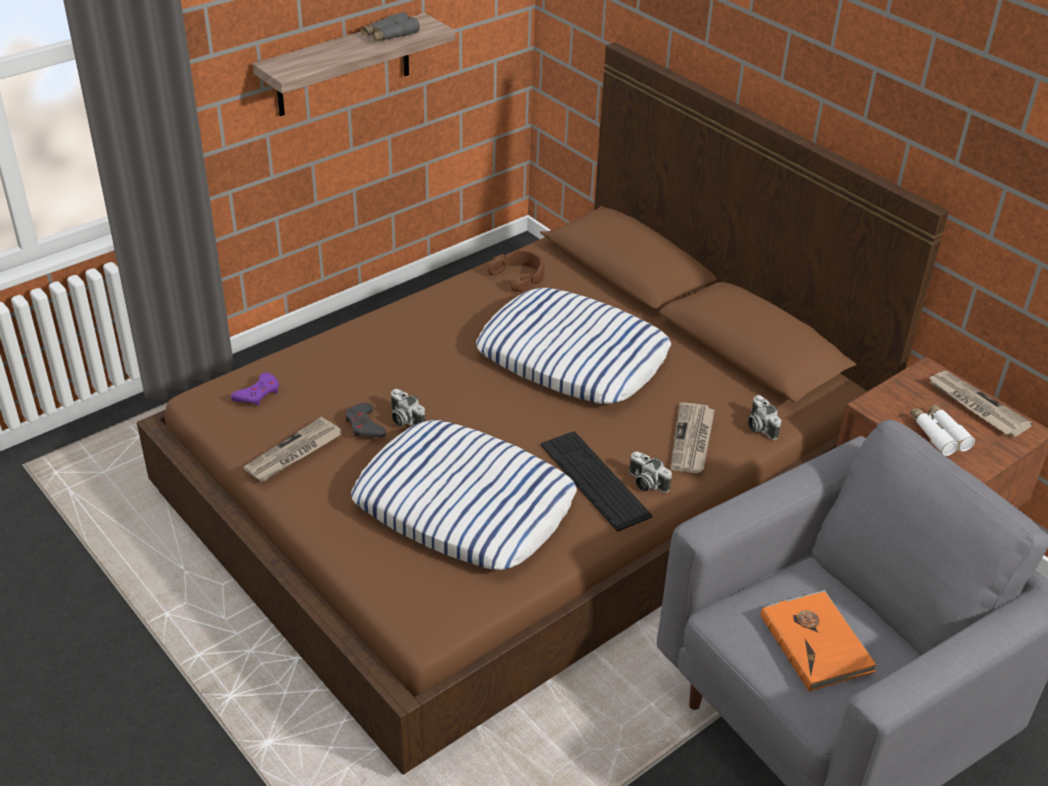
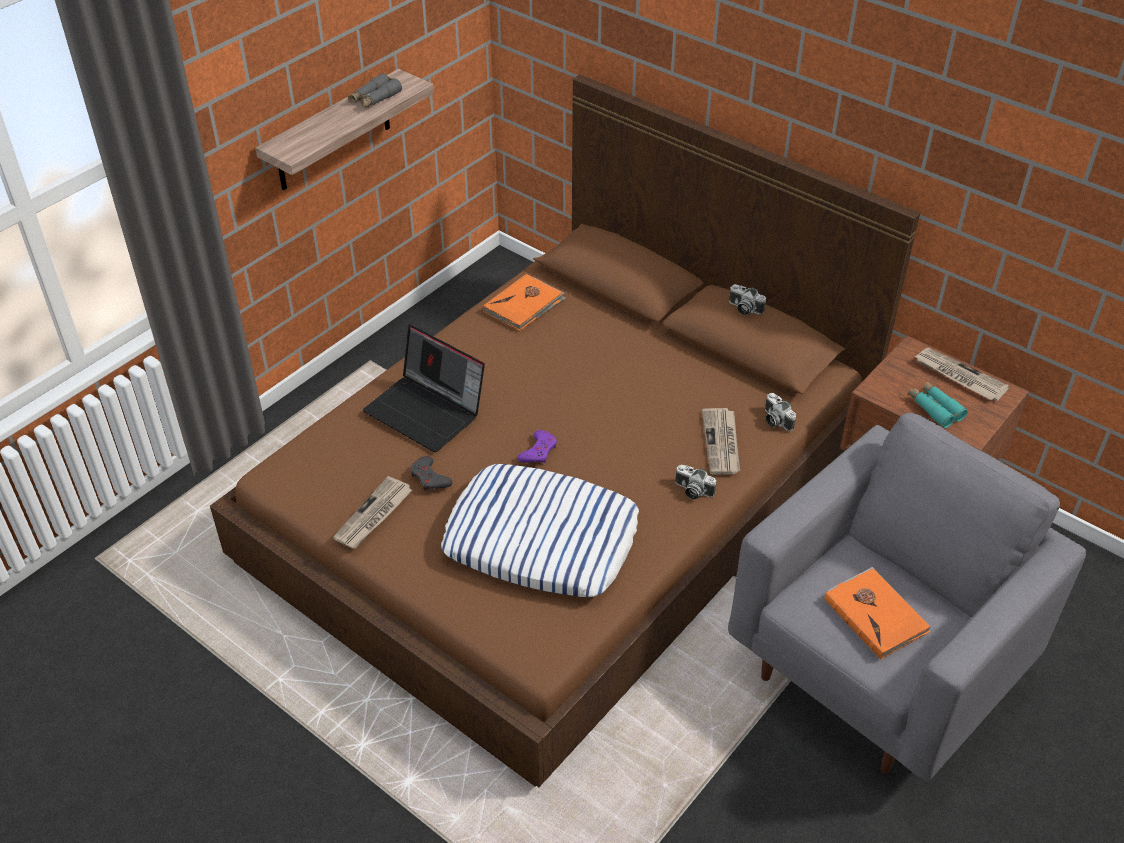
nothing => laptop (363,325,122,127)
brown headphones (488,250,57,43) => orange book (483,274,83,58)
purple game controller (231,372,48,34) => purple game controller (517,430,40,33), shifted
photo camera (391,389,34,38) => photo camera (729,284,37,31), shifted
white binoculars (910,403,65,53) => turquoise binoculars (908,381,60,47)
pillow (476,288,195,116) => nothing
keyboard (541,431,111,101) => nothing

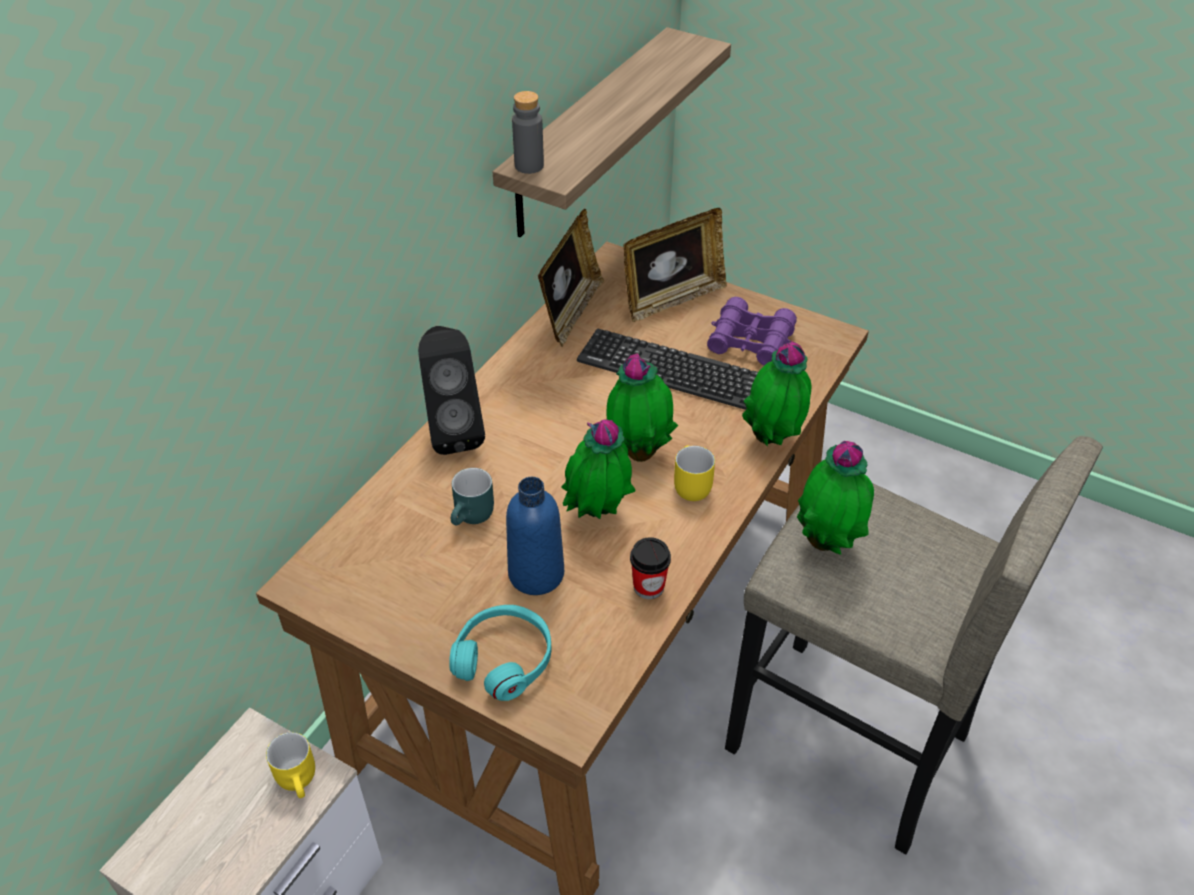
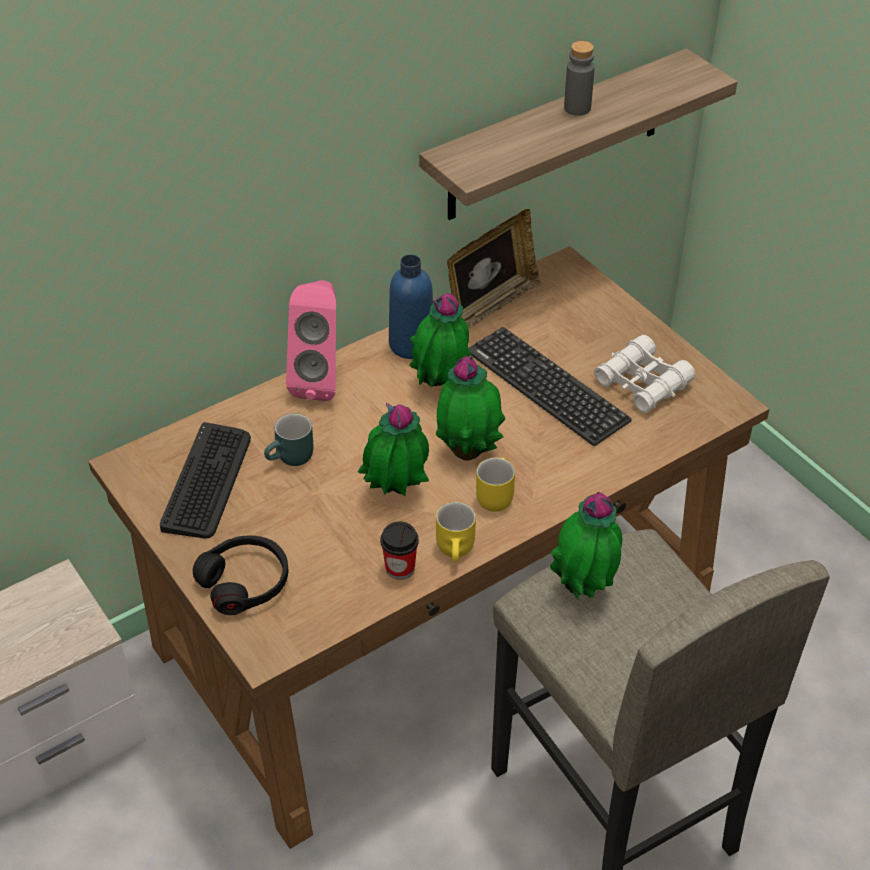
nothing => keyboard (160,422,91,117)
turquoise headphones (449,605,102,96) => black headphones (193,536,95,79)
black speaker (418,326,67,129) => pink speaker (286,280,50,121)
blue bottle (506,477,58,118) => blue bottle (389,255,44,104), shifted
potted plant (742,341,69,105) => potted plant (409,293,62,95), shifted
yellow mug (266,732,49,66) => yellow mug (436,502,40,60), shifted
grey bottle (512,91,32,83) => grey bottle (564,41,31,75), shifted
purple binoculars (707,297,90,69) => white binoculars (594,335,101,78)
picture frame (623,208,104,114) => nothing

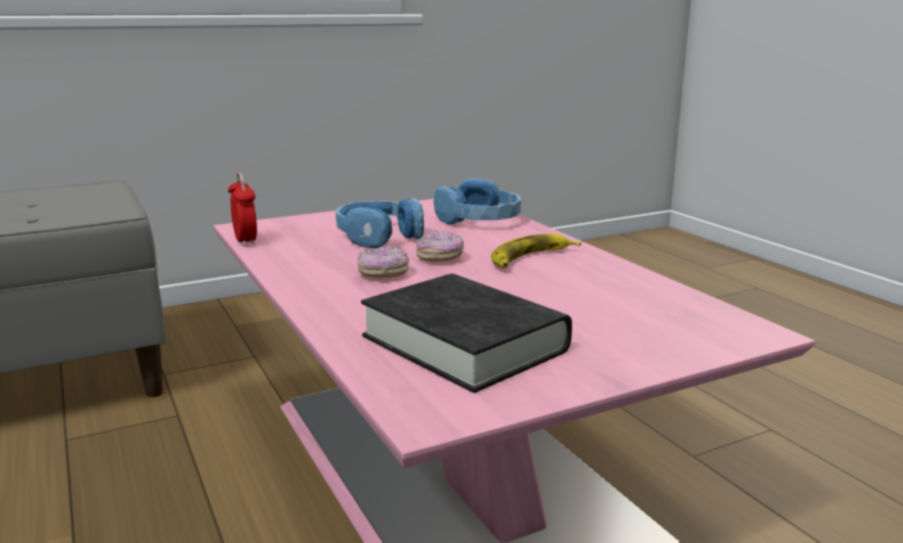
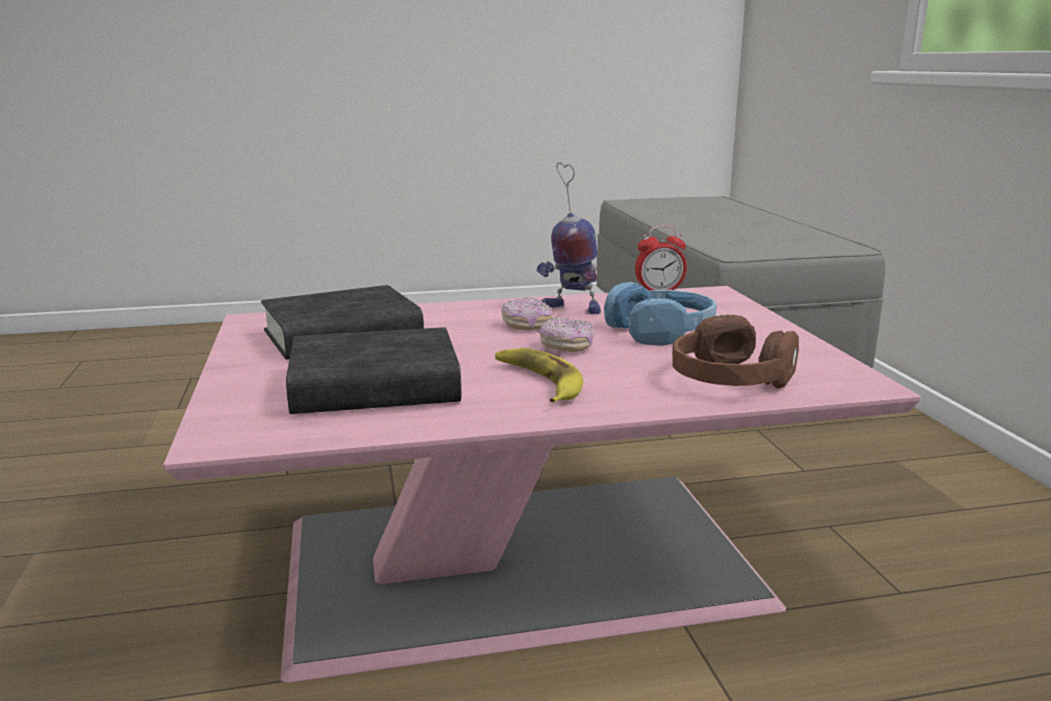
nothing => black book (286,327,175,87)
nothing => toy robot (536,162,65,152)
blue headphones (434,178,87,47) => brown headphones (672,314,127,75)

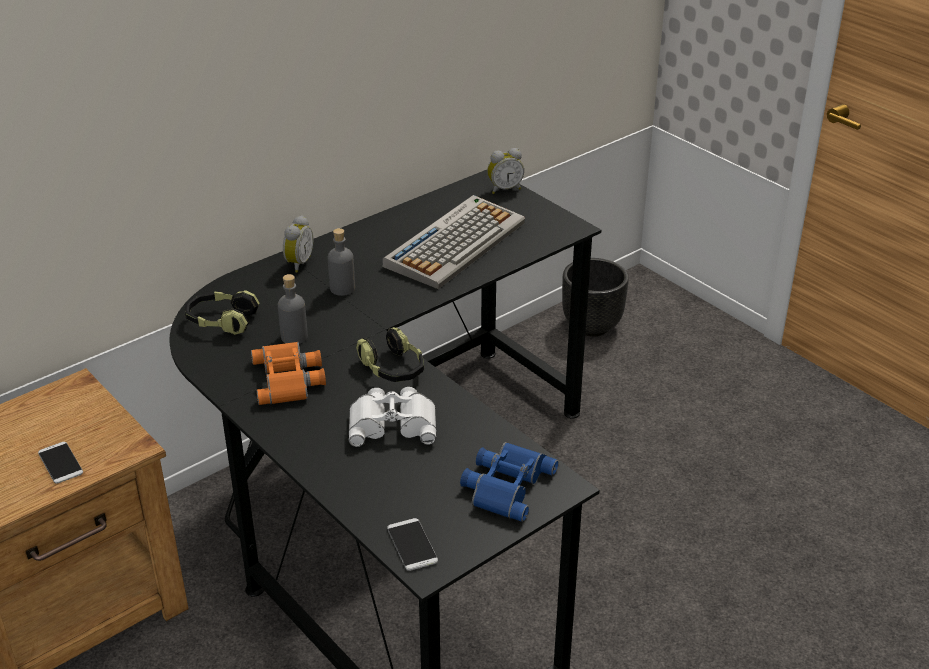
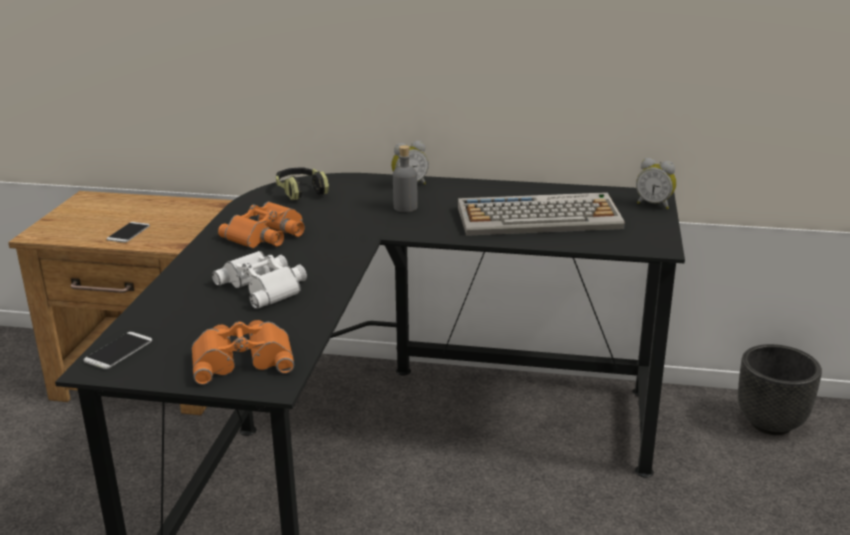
blue binoculars (460,442,98,80) => orange binoculars (192,320,102,65)
grey bottle (278,274,30,70) => nothing
headphones (356,327,68,55) => nothing

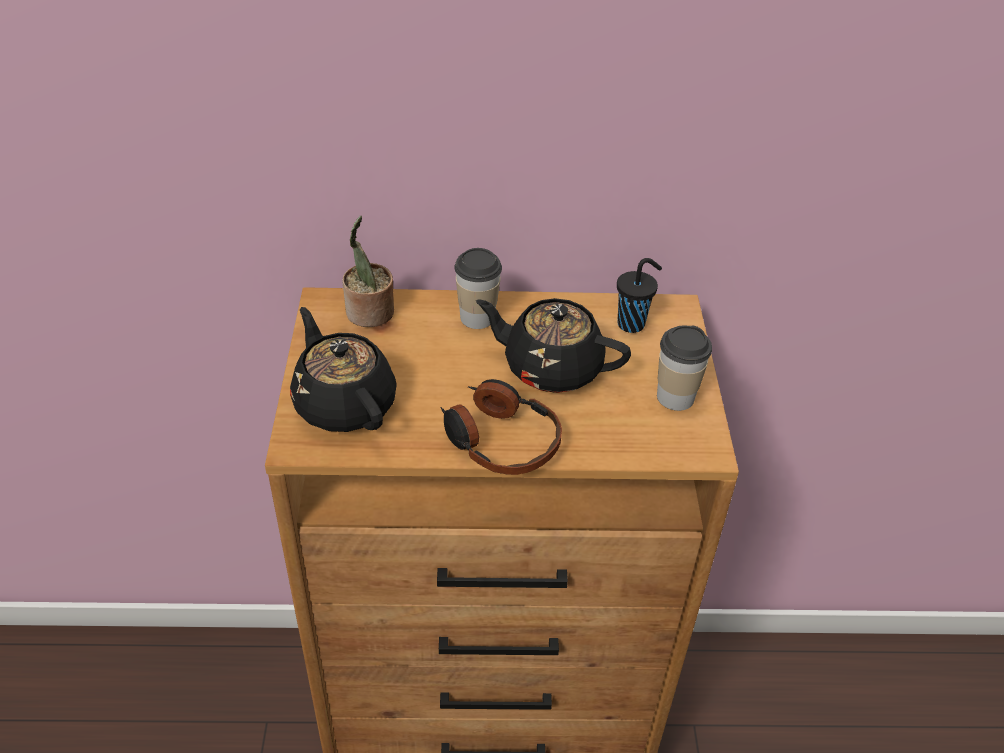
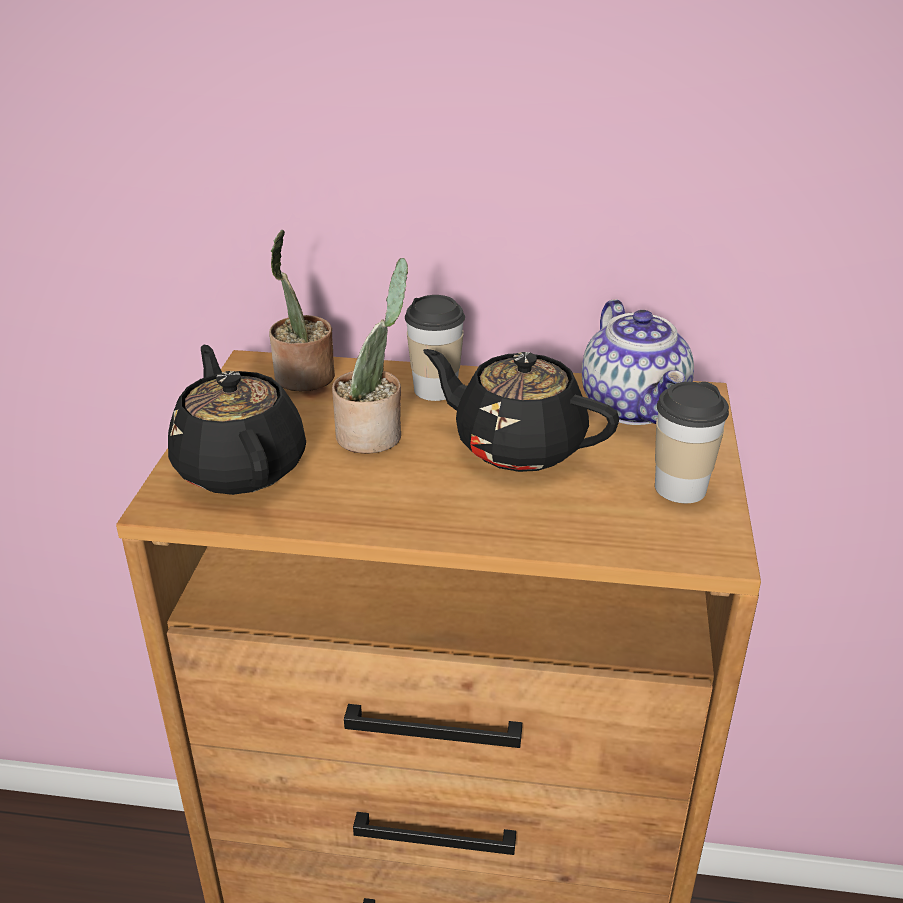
nothing => potted plant (332,258,76,196)
black cup (617,258,45,75) => teapot (582,299,112,126)
headphones (441,379,121,96) => nothing

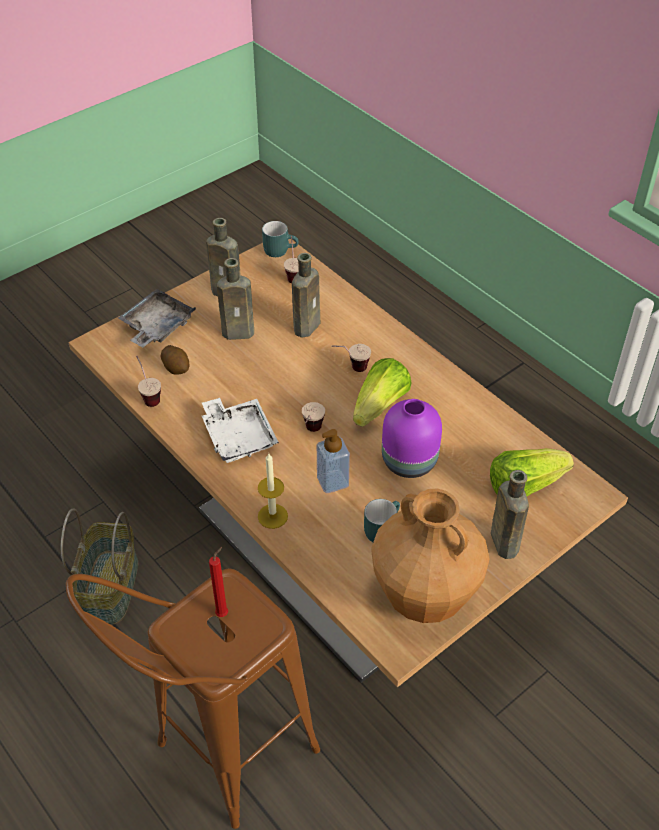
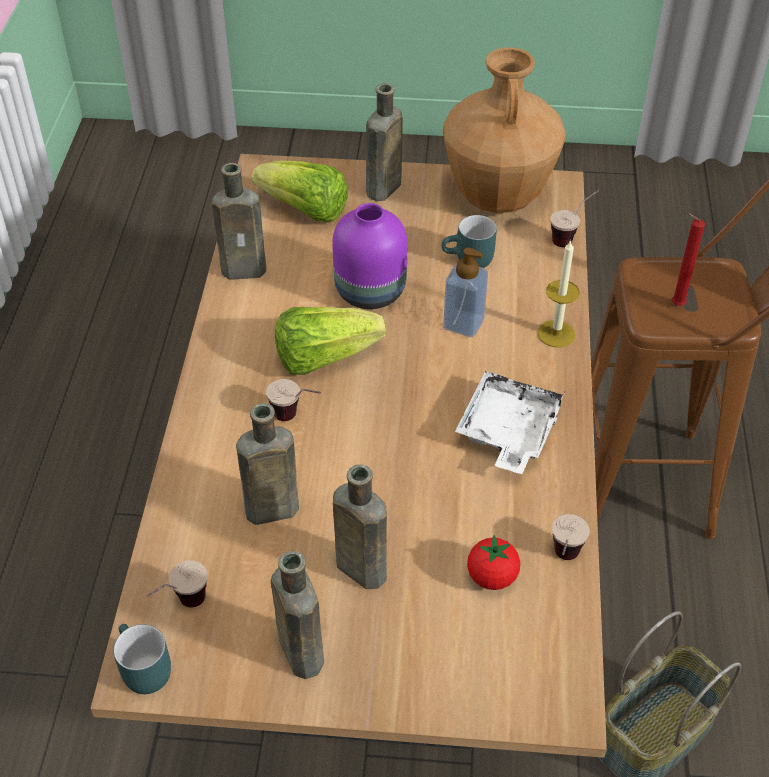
nothing => brown bottle (212,163,54,117)
potato (161,345,28,30) => tomato (467,535,53,55)
cup (302,402,23,30) => cup (550,190,49,57), shifted
grey tray (118,289,78,58) => nothing

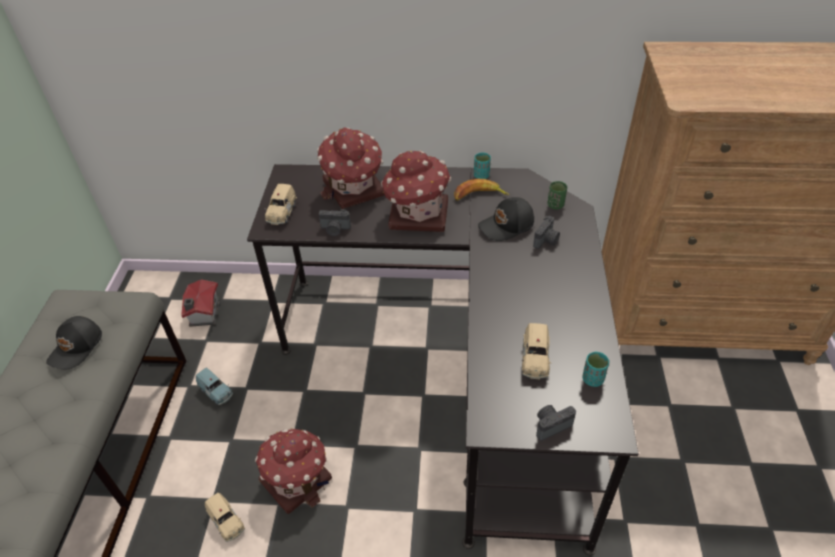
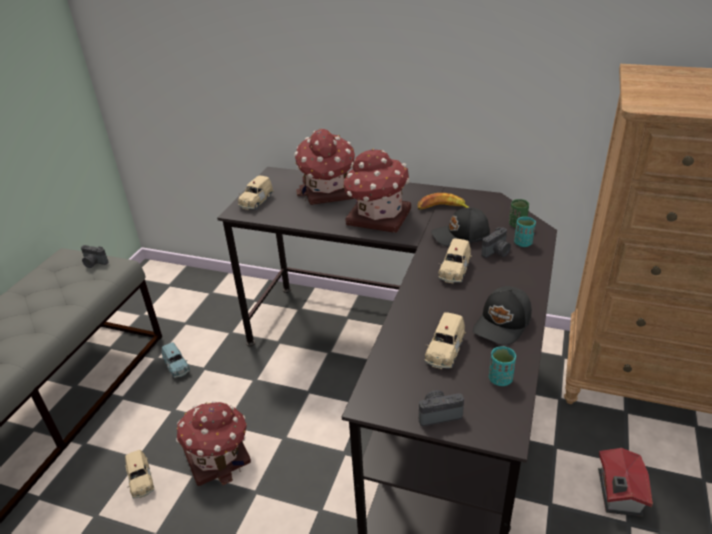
photo camera (319,209,32,27) => photo camera (81,245,27,23), shifted
nothing => beige toy car (438,239,33,45)
black cap (46,316,56,53) => black cap (473,286,59,59), shifted
turquoise cup (474,152,17,27) => turquoise cup (514,217,22,30), shifted
toy house (181,280,38,47) => toy house (598,448,55,69), shifted

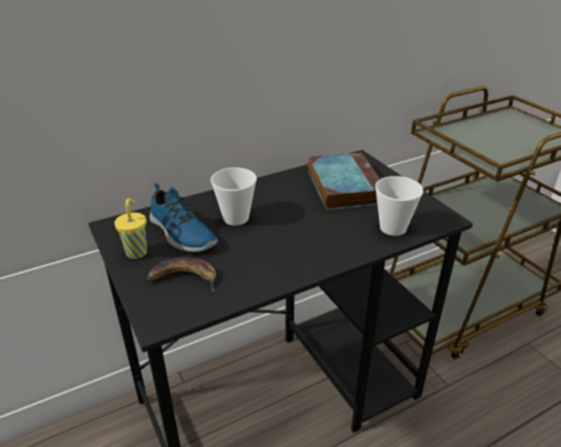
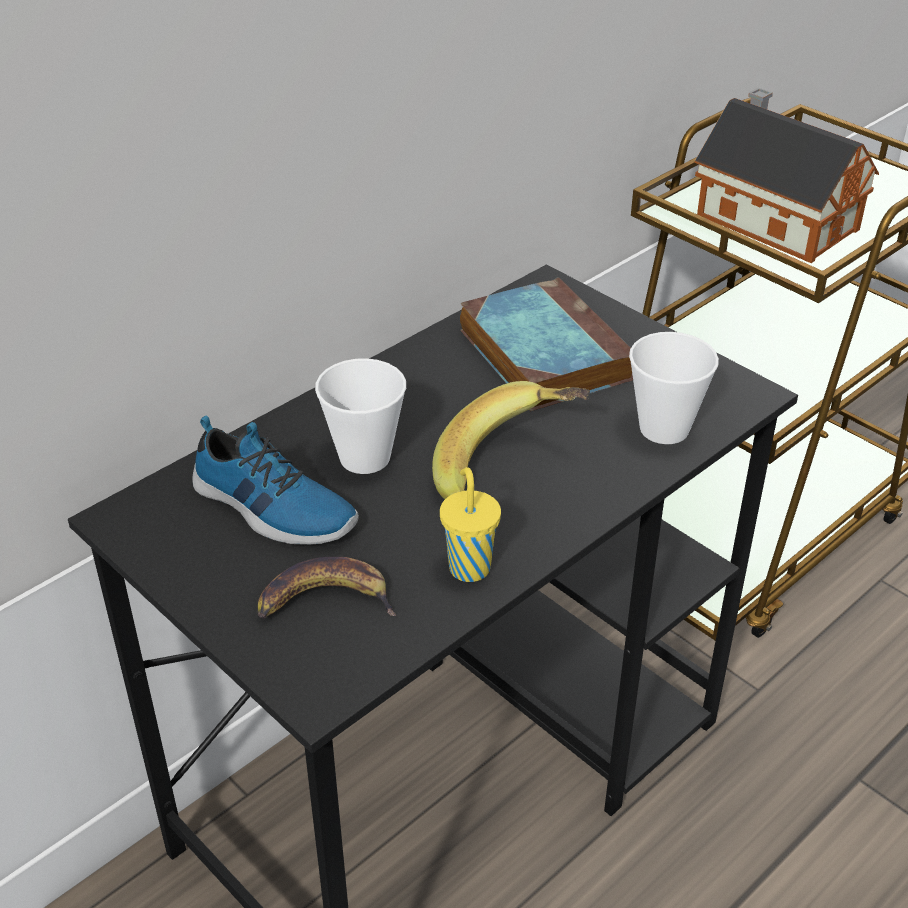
nothing => banana (432,381,158,118)
yellow cup (114,198,33,61) => yellow cup (440,467,61,115), shifted
nothing => toy house (694,88,185,175)

